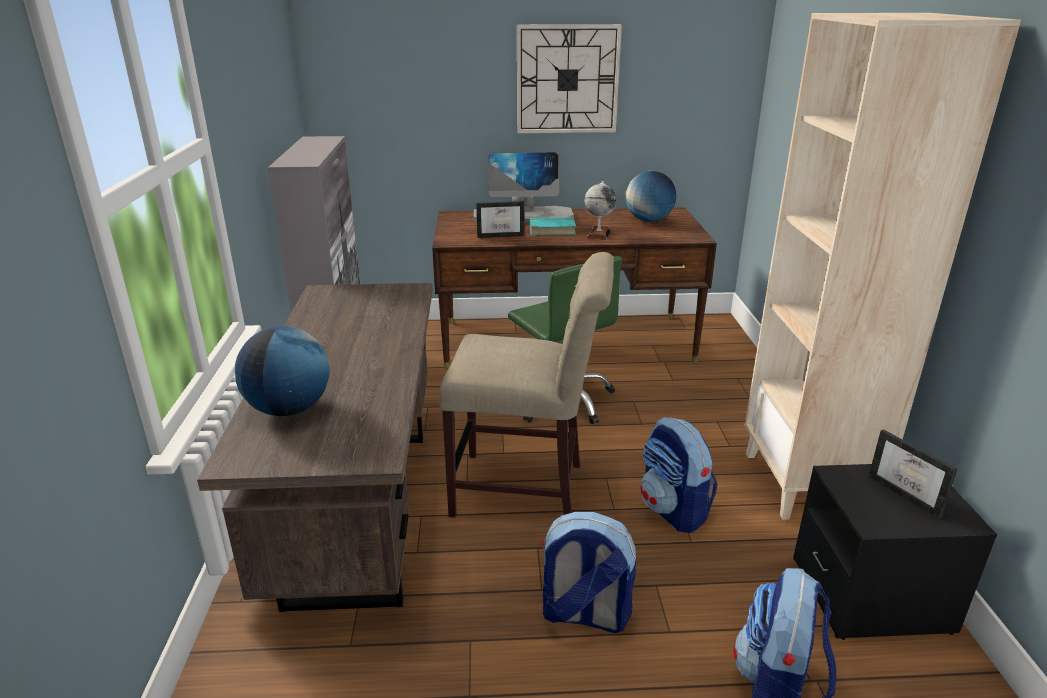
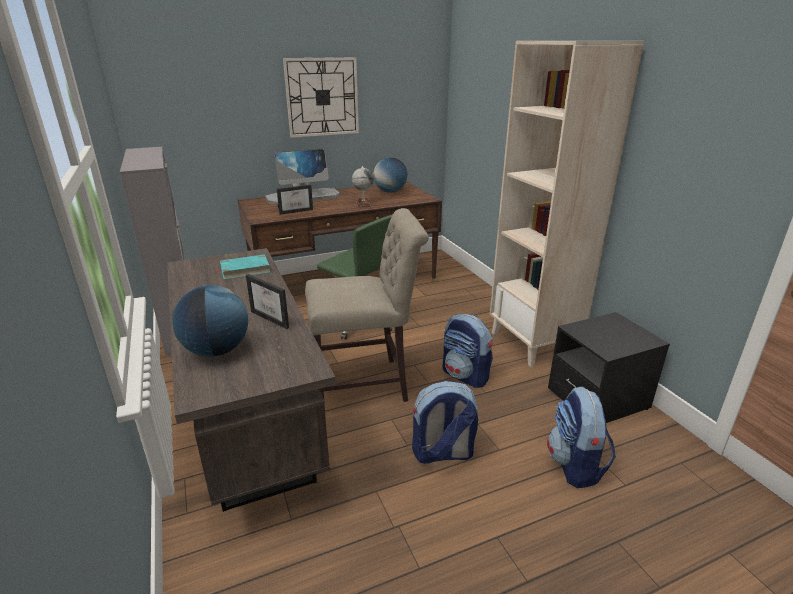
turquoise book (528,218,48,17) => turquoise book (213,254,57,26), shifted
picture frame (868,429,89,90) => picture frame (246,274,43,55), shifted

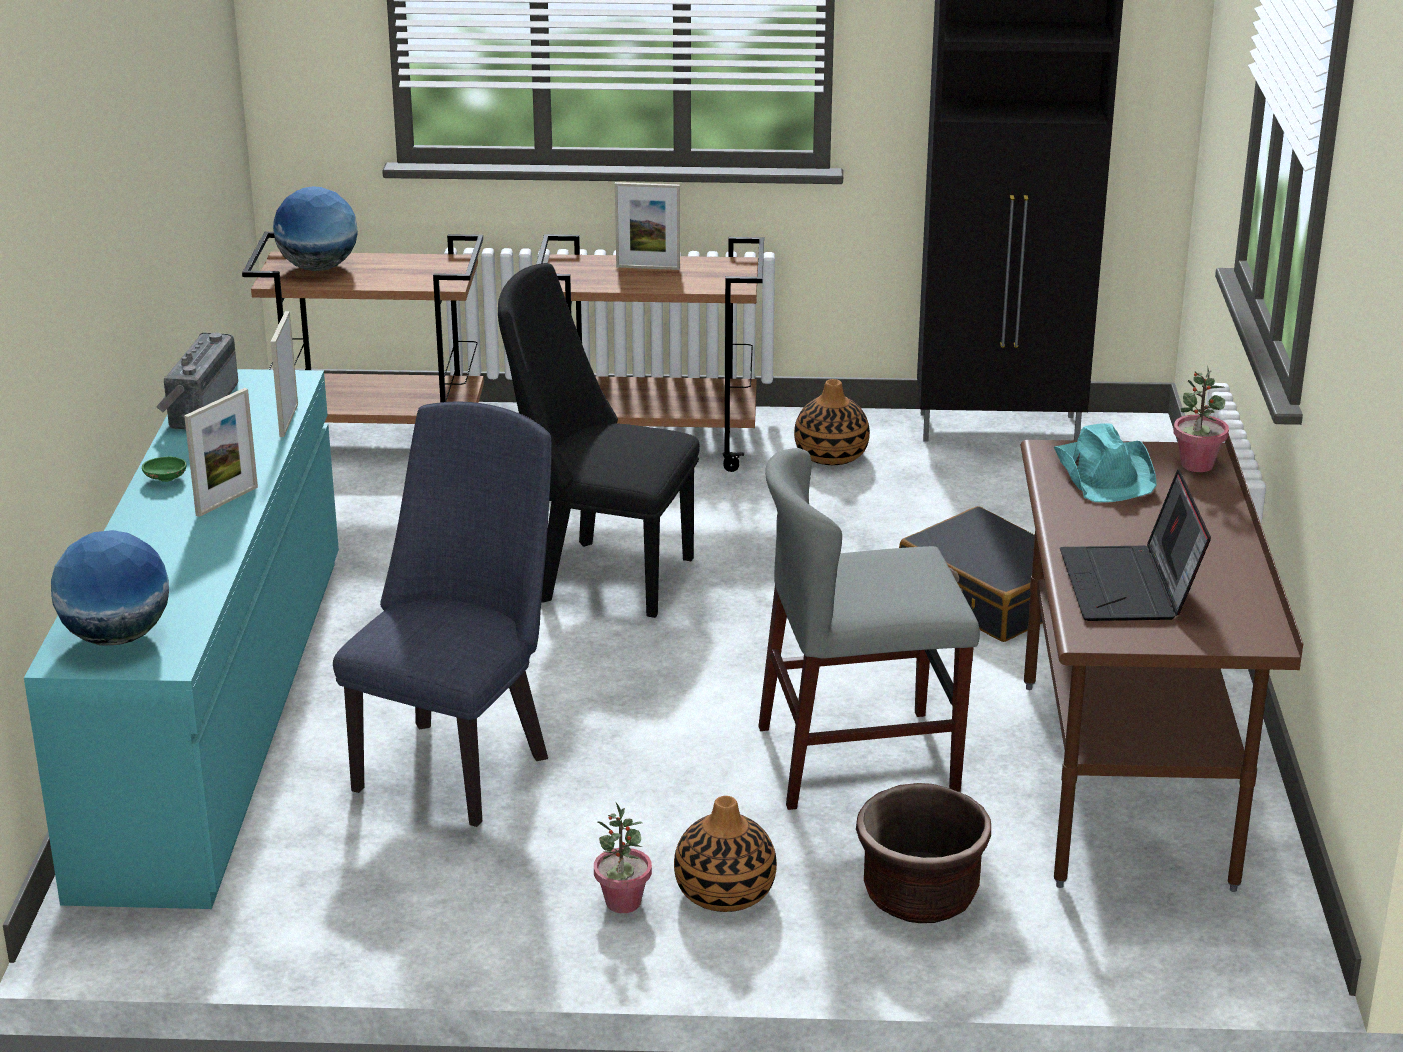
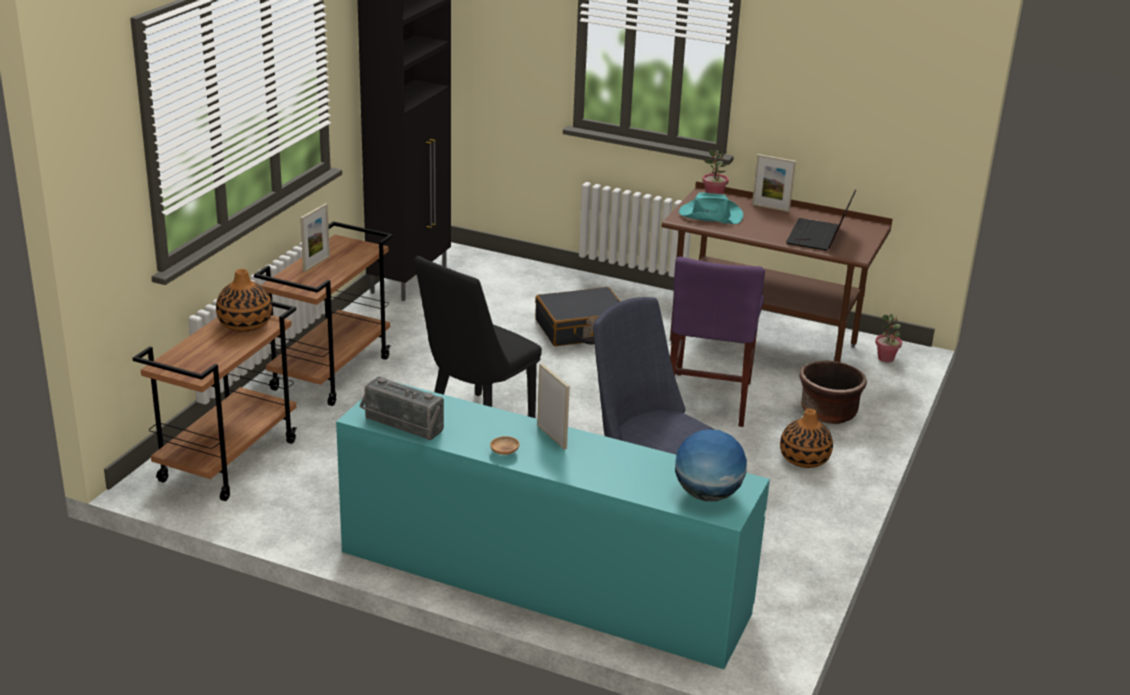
vase (794,379,76,86) => vase (216,269,56,63), shifted
green bowl (142,457,45,25) => brown bowl (490,436,30,19)
grey chair (758,448,222,362) => purple chair (670,257,95,170)
picture frame (271,311,27,126) => picture frame (752,154,44,58), shifted
laptop (1060,470,151,151) => laptop (786,189,70,62), 90 degrees clockwise
potted plant (594,803,58,110) => potted plant (875,314,27,49), shifted
globe (273,186,85,85) => nothing

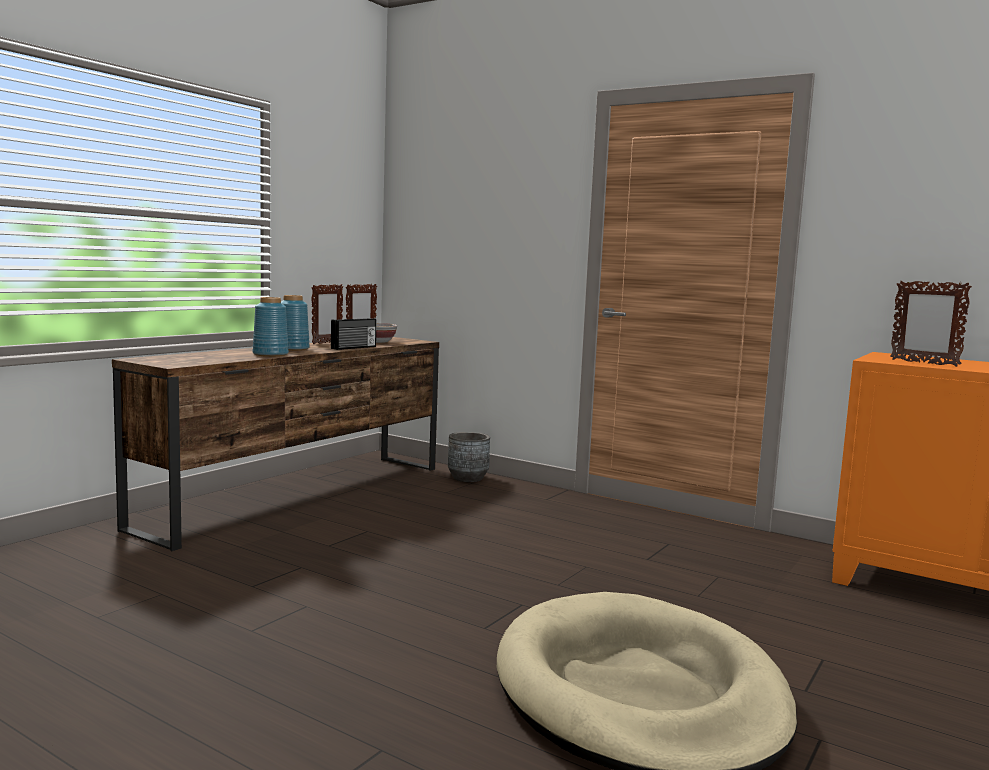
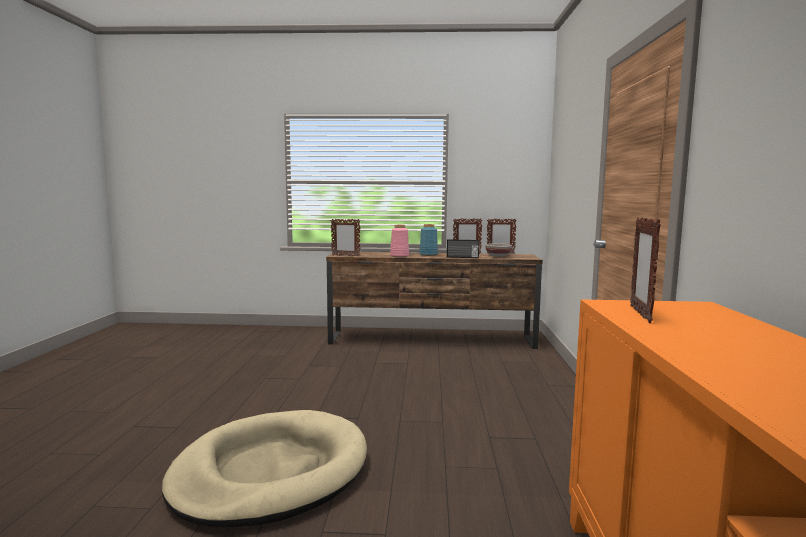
nothing => picture frame (331,219,29,38)
blue vase (252,297,37,60) => pink vase (390,225,19,32)
grey planter (448,432,42,50) => nothing

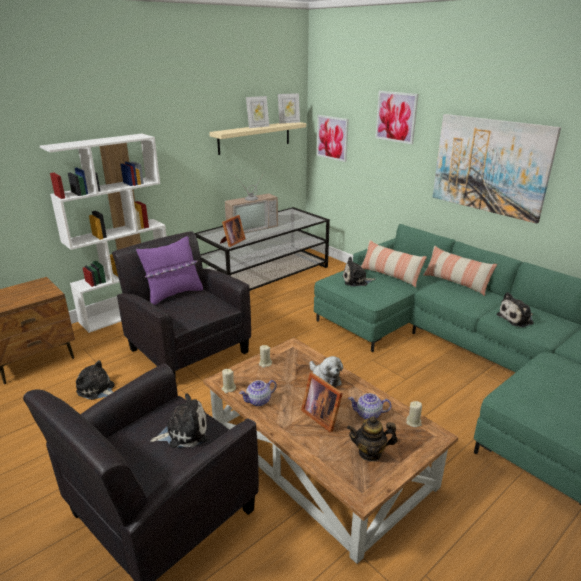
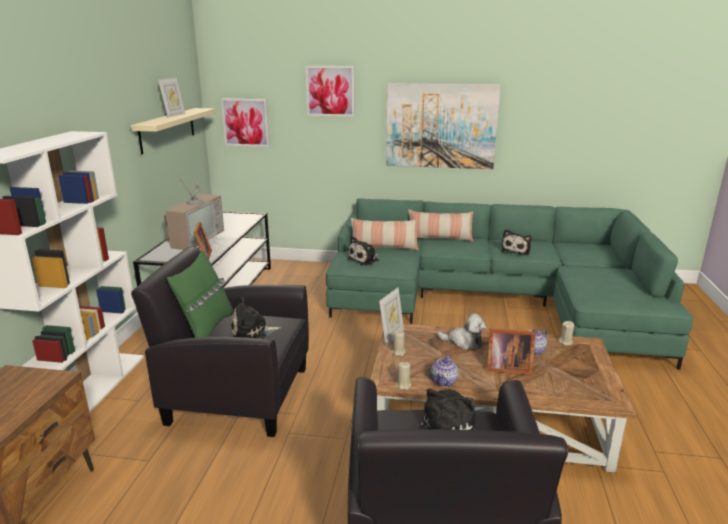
purple pillow (136,236,67,69) => green pillow (167,251,67,87)
plush toy (76,360,39,40) => plush toy (231,298,51,41), shifted
picture frame (278,93,22,30) => picture frame (379,287,25,59), shifted
teapot (347,416,51,45) => nothing

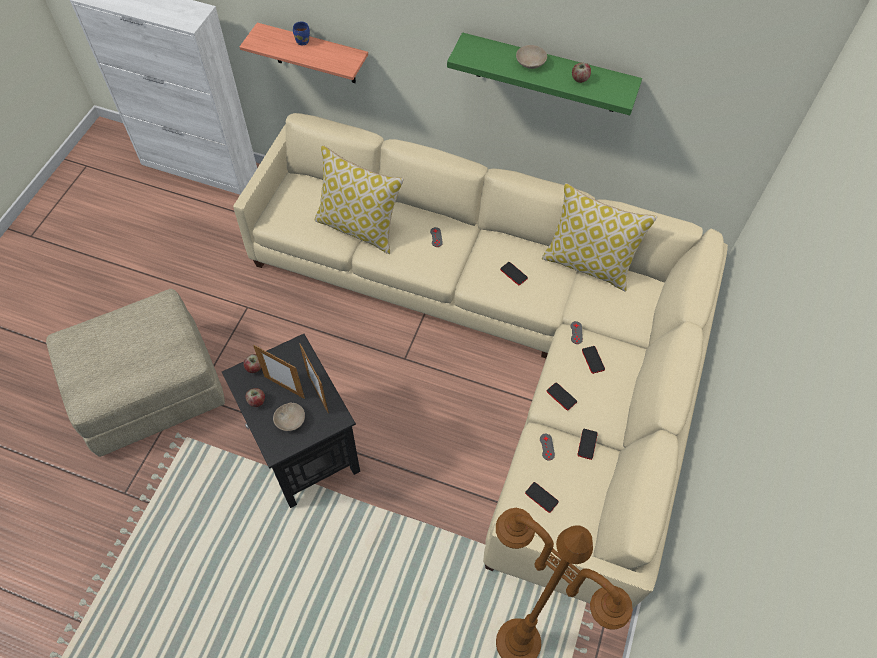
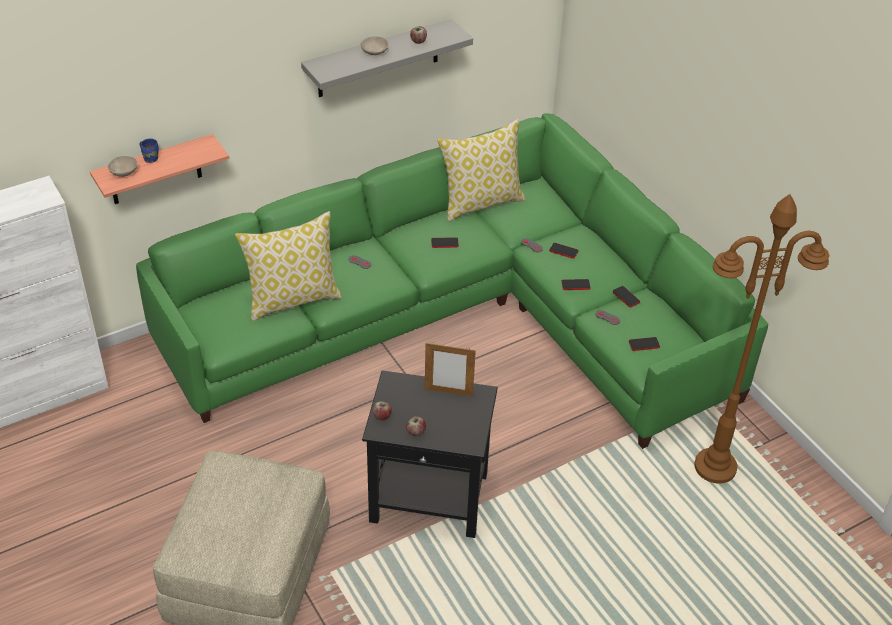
beige bowl (273,403,32,28) => beige bowl (108,156,30,21), shifted
beige sofa (233,113,495,497) => green sofa (136,114,632,335)
green shelf (447,33,195,82) => grey shelf (301,19,172,78)
picture frame (253,344,52,55) => nothing

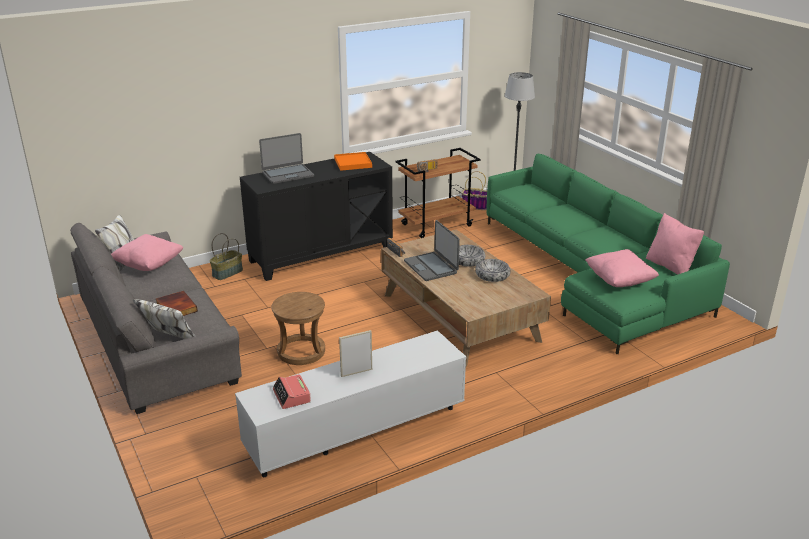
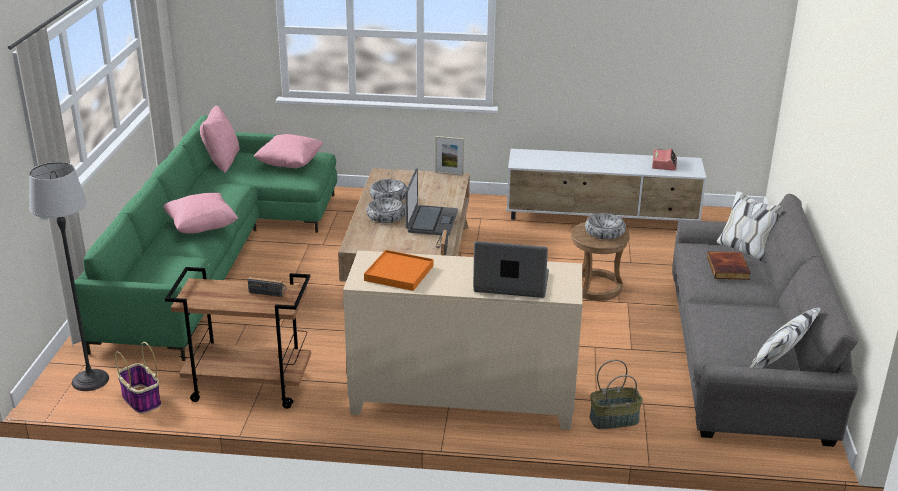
pink pillow (111,234,73,37) => pink pillow (164,193,74,40), shifted
black cabinet (240,152,153,129) => beige cabinet (343,250,240,180)
picture frame (339,330,33,47) => picture frame (436,136,28,40), shifted
nothing => bowl (585,213,41,26)

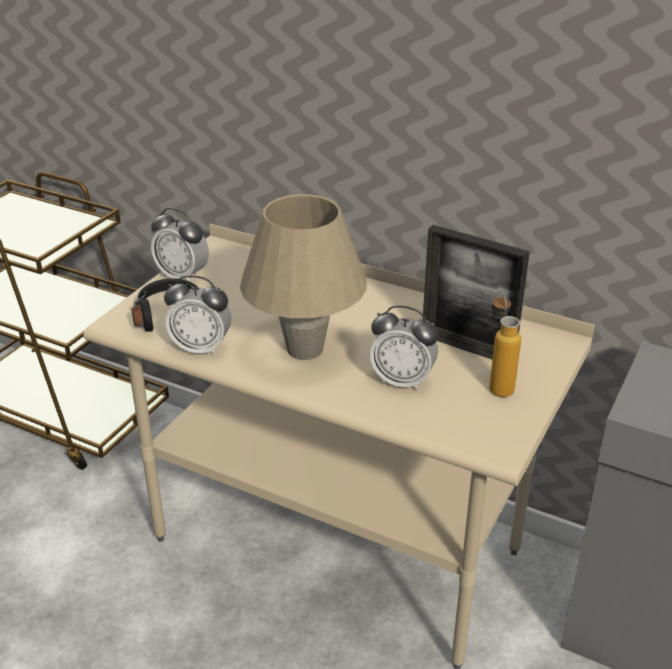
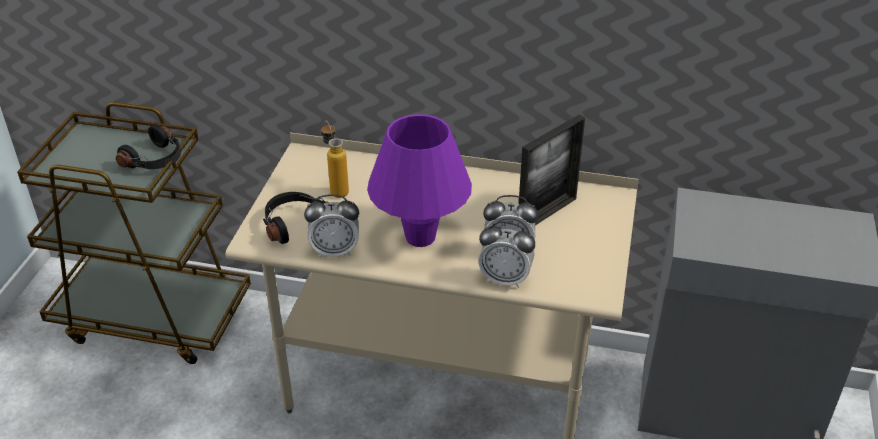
nothing => black headphones (116,124,65,45)
bottle (489,291,32,106) => bottle (321,121,28,77), shifted
beige table lamp (240,194,127,166) => purple table lamp (367,114,105,133)
alarm clock (151,208,58,73) => alarm clock (478,221,57,67), shifted
picture frame (423,225,107,134) => picture frame (519,115,66,110), 60 degrees counterclockwise

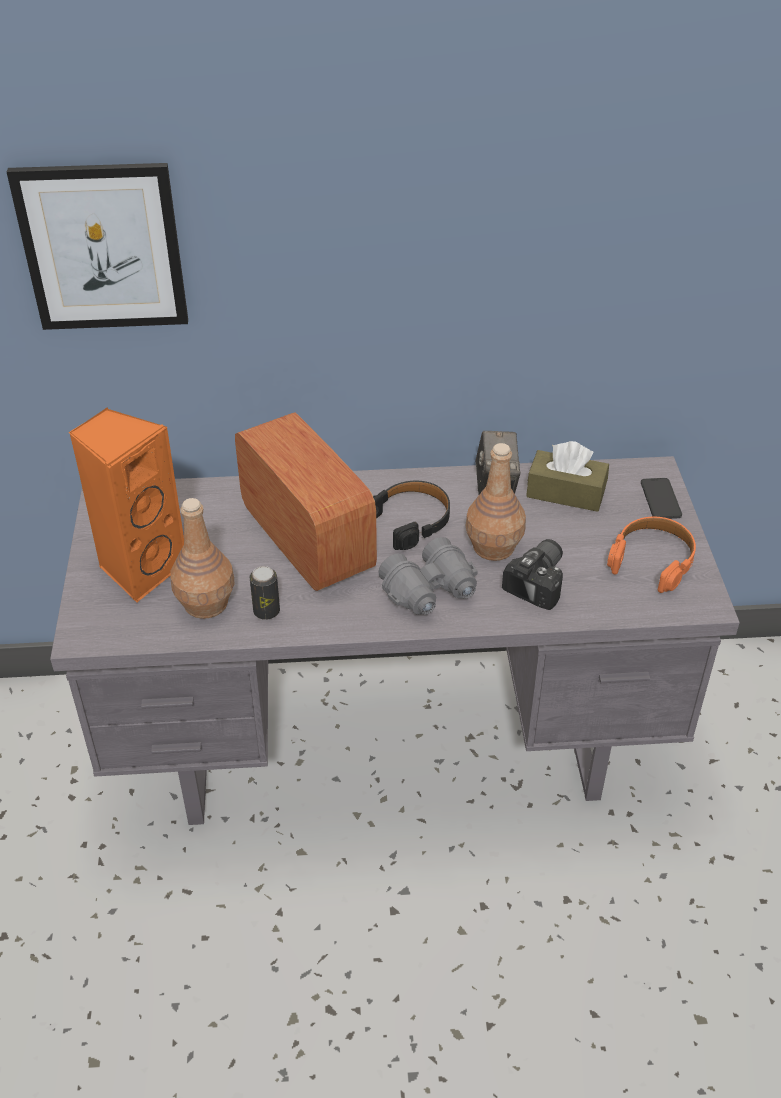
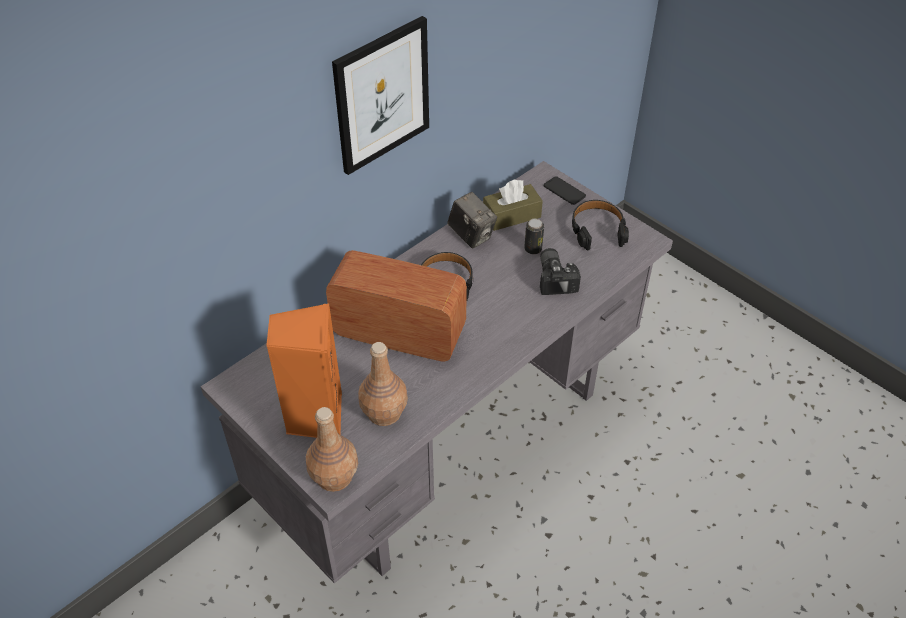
brown bottle (465,443,61,118) => brown bottle (306,407,52,85), shifted
picture (7,163,181,167) => picture (332,16,97,159), shifted
can (249,566,31,54) => can (524,219,20,35), shifted
orange headphones (607,517,89,76) => black headphones (572,200,57,50)
grey binoculars (378,537,99,78) => nothing

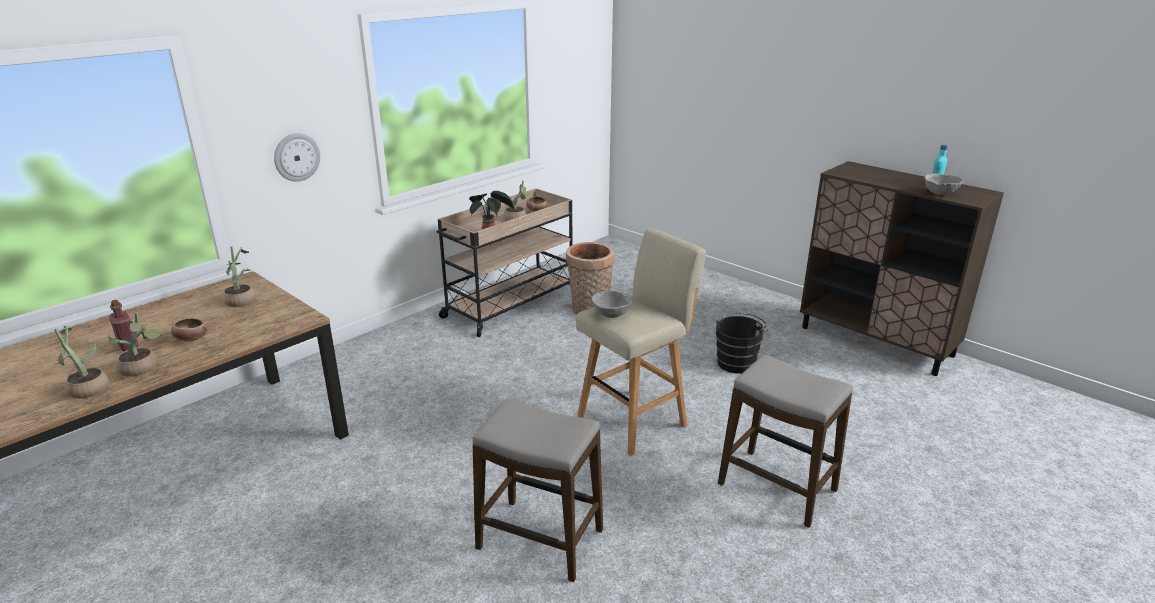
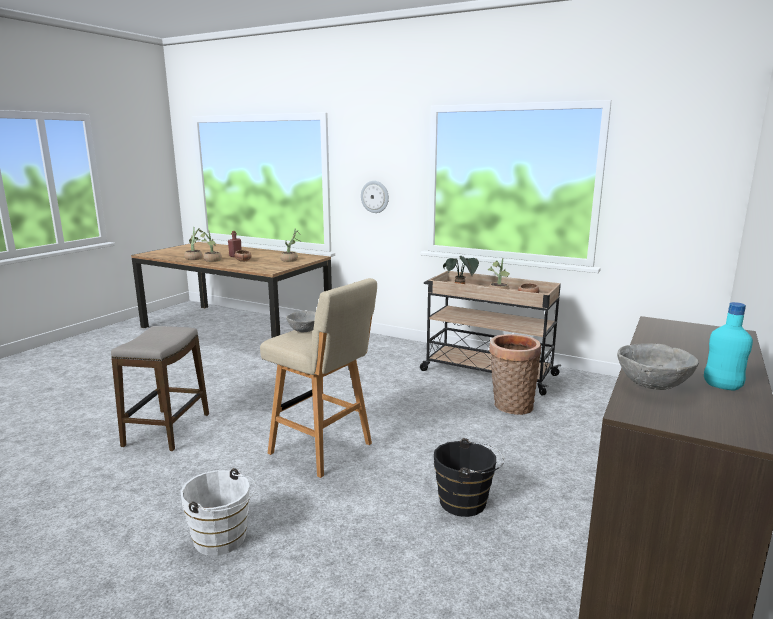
stool (718,355,135,173) => white bucket (180,468,76,88)

